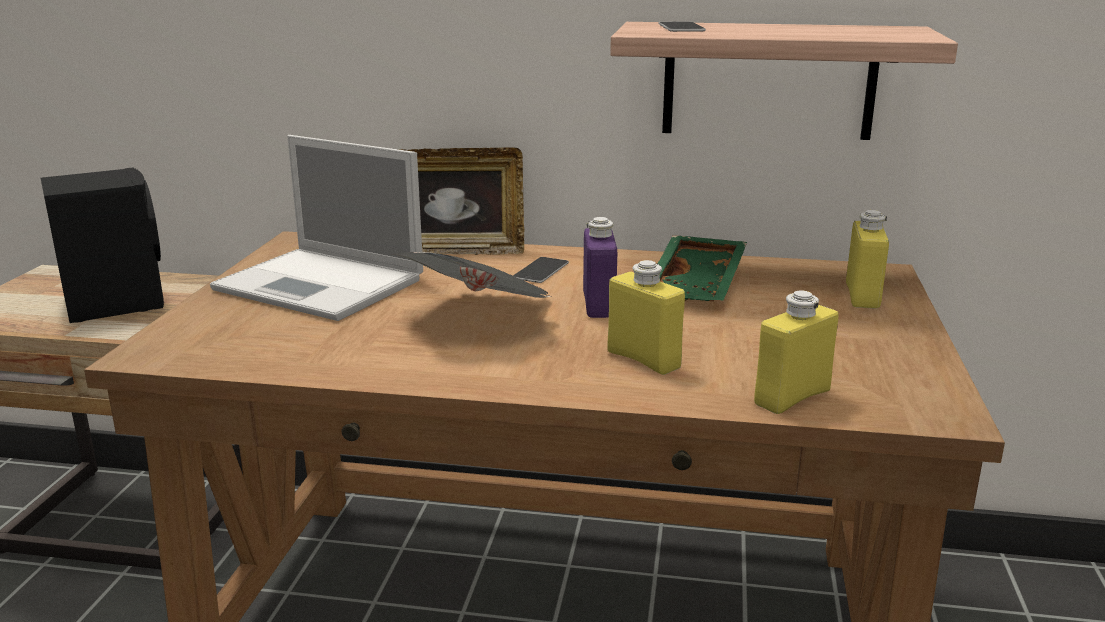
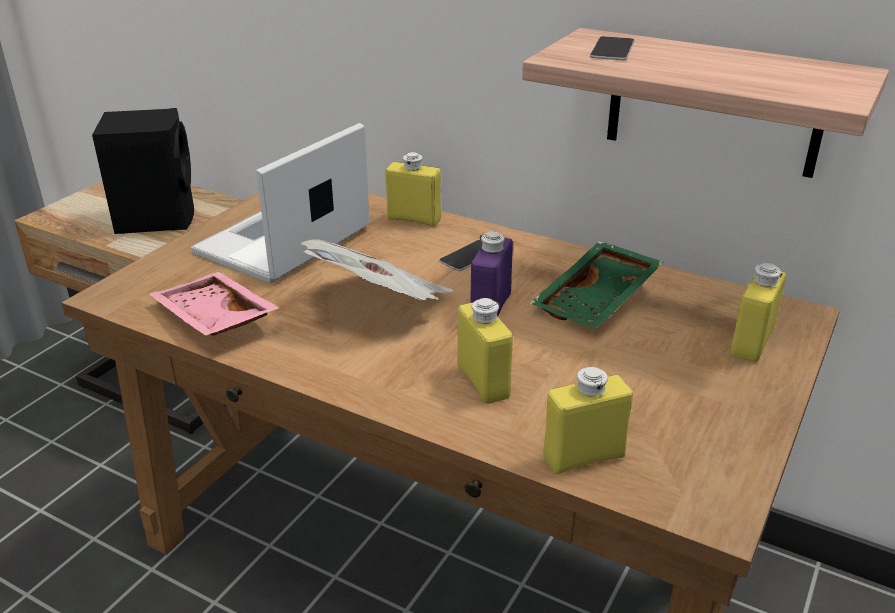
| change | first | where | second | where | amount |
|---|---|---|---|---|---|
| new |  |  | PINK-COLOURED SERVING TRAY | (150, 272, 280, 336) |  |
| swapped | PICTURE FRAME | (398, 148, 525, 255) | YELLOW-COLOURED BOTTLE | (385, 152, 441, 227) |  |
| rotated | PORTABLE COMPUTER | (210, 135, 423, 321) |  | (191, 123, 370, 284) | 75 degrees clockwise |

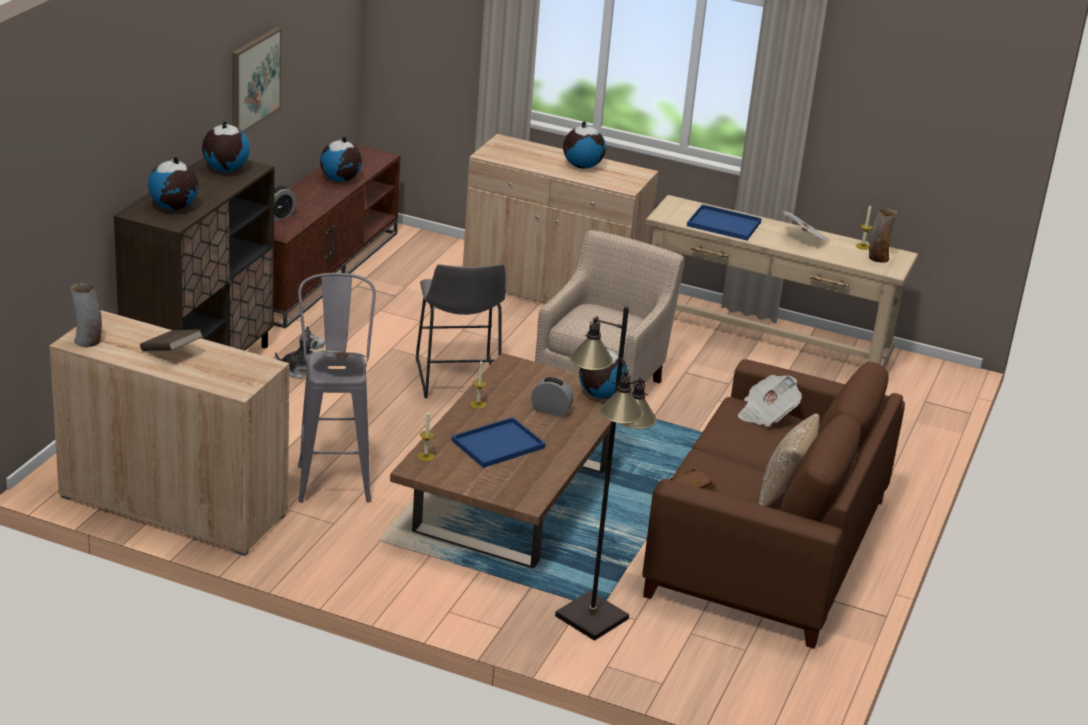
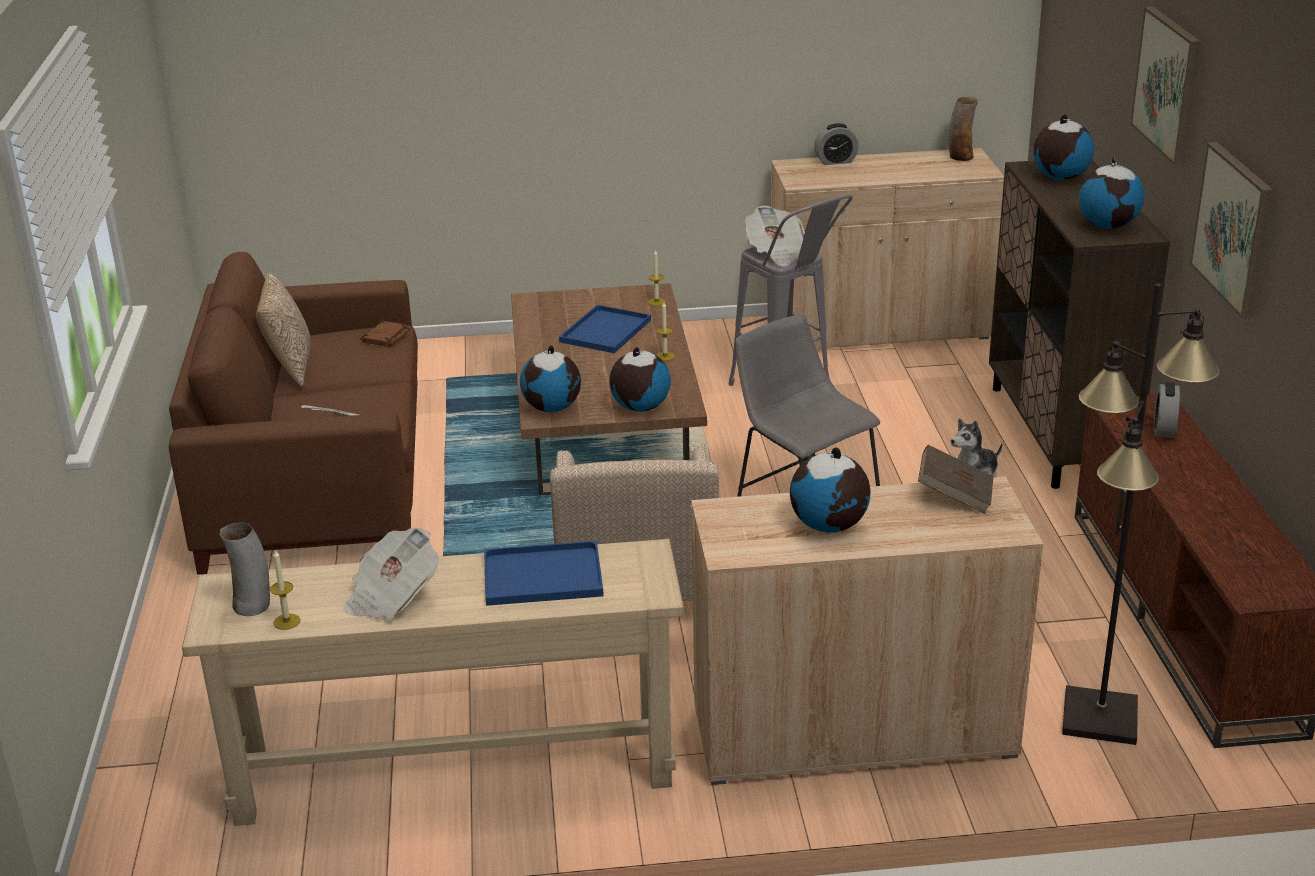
| change | first | where | second | where | amount |
|---|---|---|---|---|---|
| new |  |  | WALL ART | (1131, 7, 1201, 166) |  |
| shifted | BROWN VOLUME | (140, 329, 203, 351) |  | (918, 445, 994, 513) |  |
| shifted | WORLD GLOBE | (320, 136, 362, 182) |  | (609, 347, 671, 412) |  |
| shifted | ALARM CLOCK | (531, 377, 573, 417) |  | (814, 123, 859, 165) |  |
| shifted | BLACKISH STANDARD LAMP | (555, 306, 657, 641) |  | (1062, 283, 1220, 745) |  |

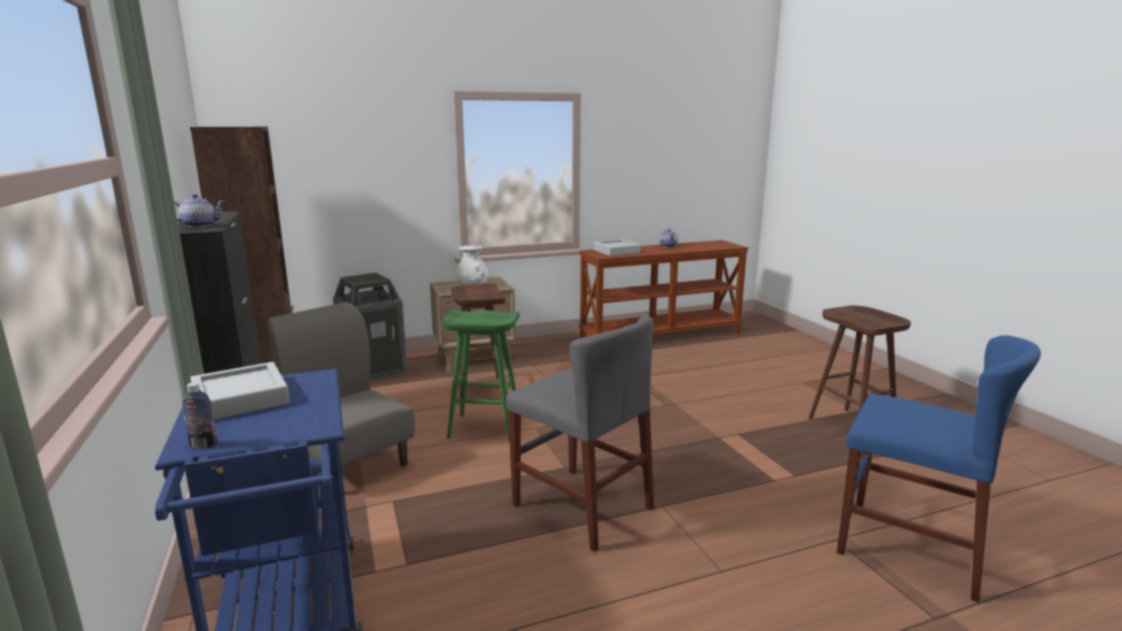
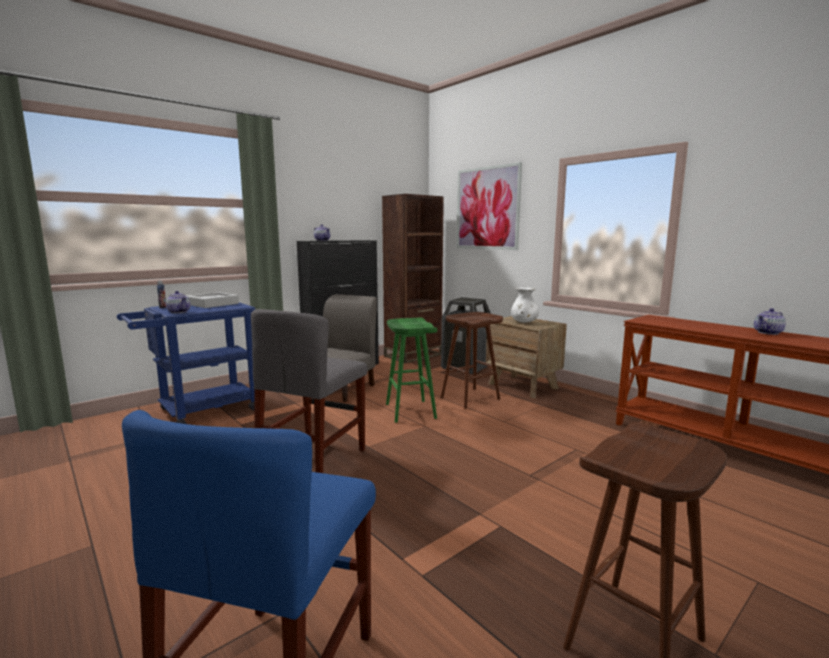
| change | first | where | second | where | amount |
|---|---|---|---|---|---|
| gone | GREYISH SERVING TRAY | (593, 239, 641, 256) |  |  |  |
| new |  |  | TEAPOT | (166, 291, 191, 313) |  |
| new |  |  | WALL ART | (457, 162, 522, 250) |  |

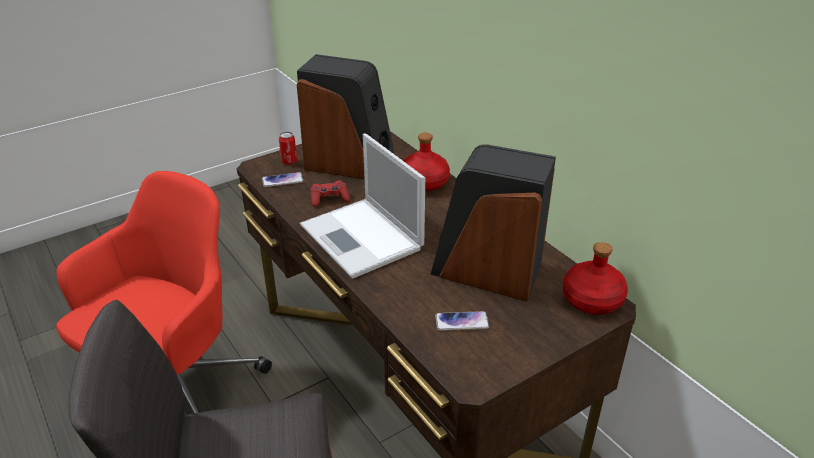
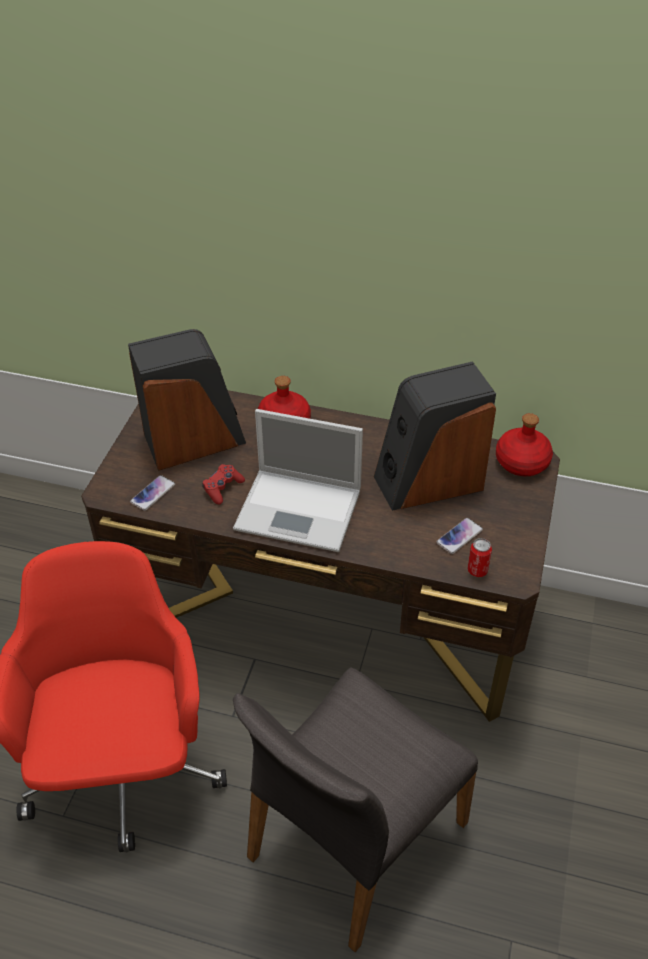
| change | first | where | second | where | amount |
|---|---|---|---|---|---|
| shifted | CAN | (279, 132, 297, 165) |  | (467, 538, 492, 577) |  |

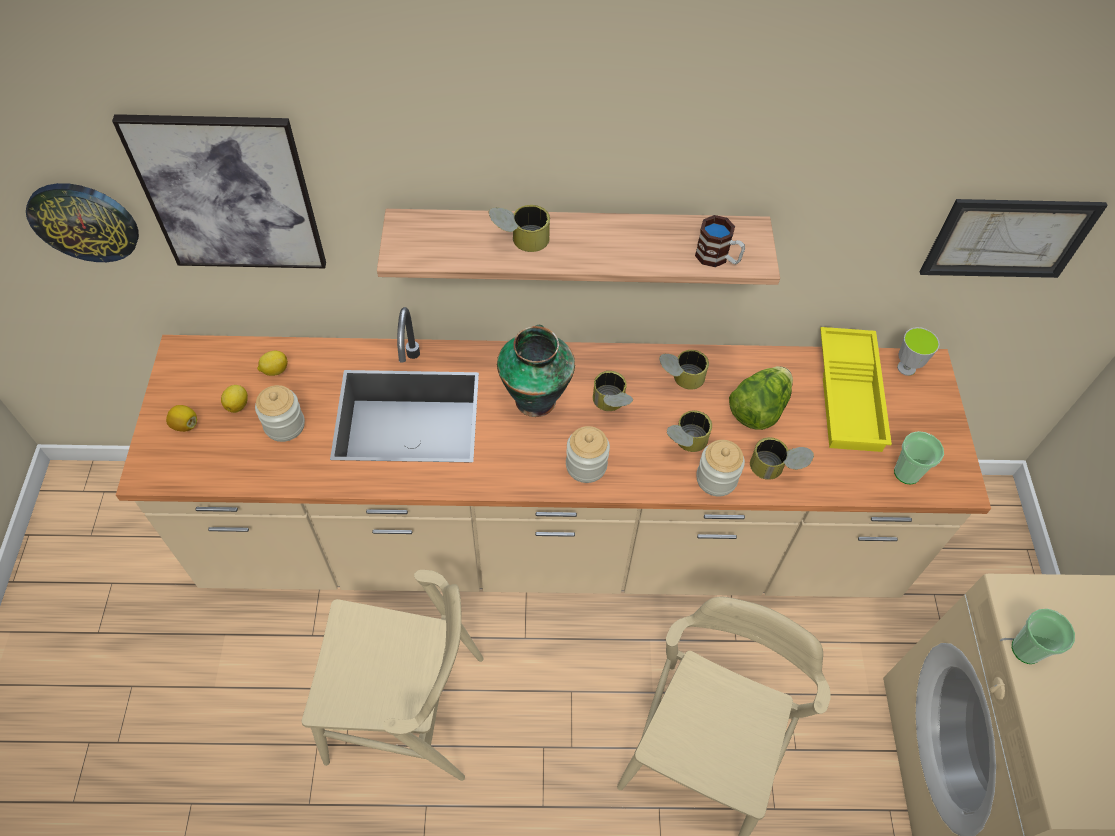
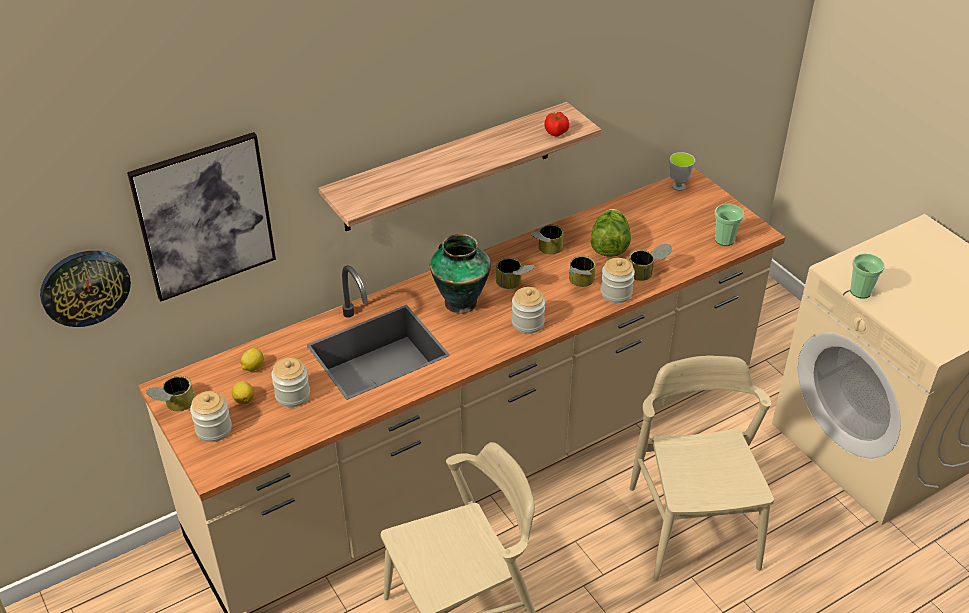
| change | first | where | second | where | amount |
|---|---|---|---|---|---|
| gone | YELLOW-COLOURED SERVING TRAY | (820, 327, 892, 452) |  |  |  |
| gone | WALL ART | (920, 199, 1108, 278) |  |  |  |
| shifted | CAN | (489, 205, 550, 252) |  | (146, 376, 195, 411) |  |
| swapped | LEMON | (166, 405, 197, 432) | PRESERVE JAR | (190, 391, 232, 442) |  |
| swapped | COFFEE MUG | (695, 215, 745, 267) | WHOLE TOMATO | (544, 112, 569, 137) |  |

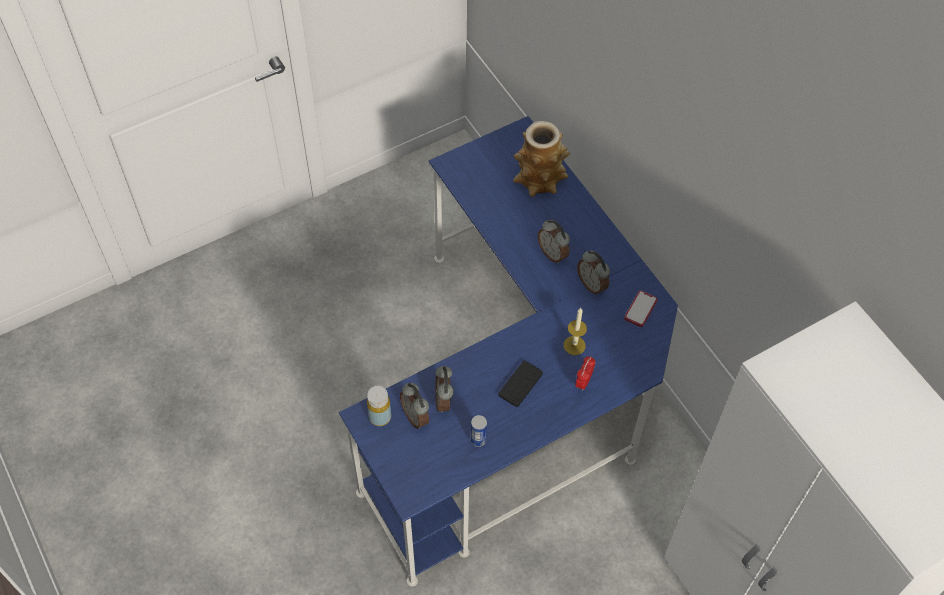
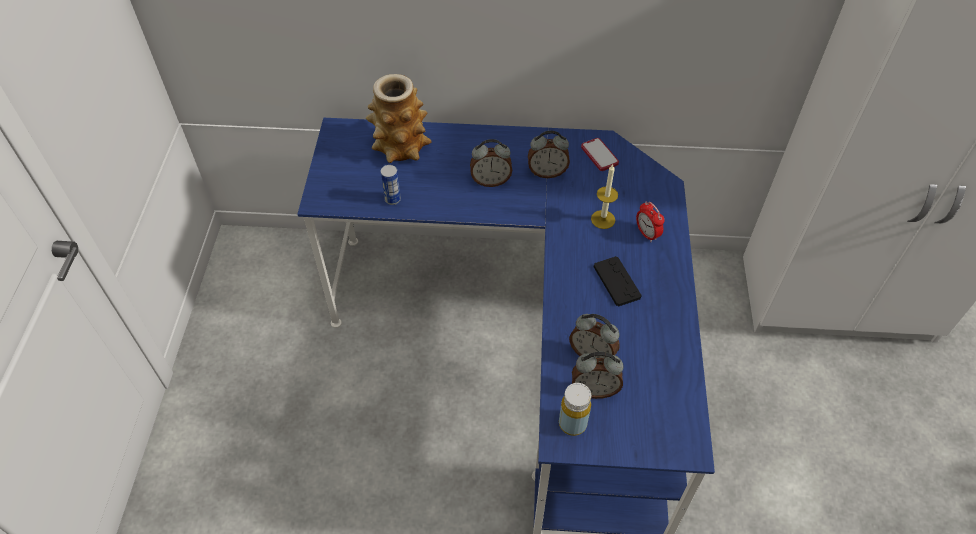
| change | first | where | second | where | amount |
|---|---|---|---|---|---|
| shifted | CAN | (471, 415, 487, 447) |  | (381, 165, 401, 205) |  |

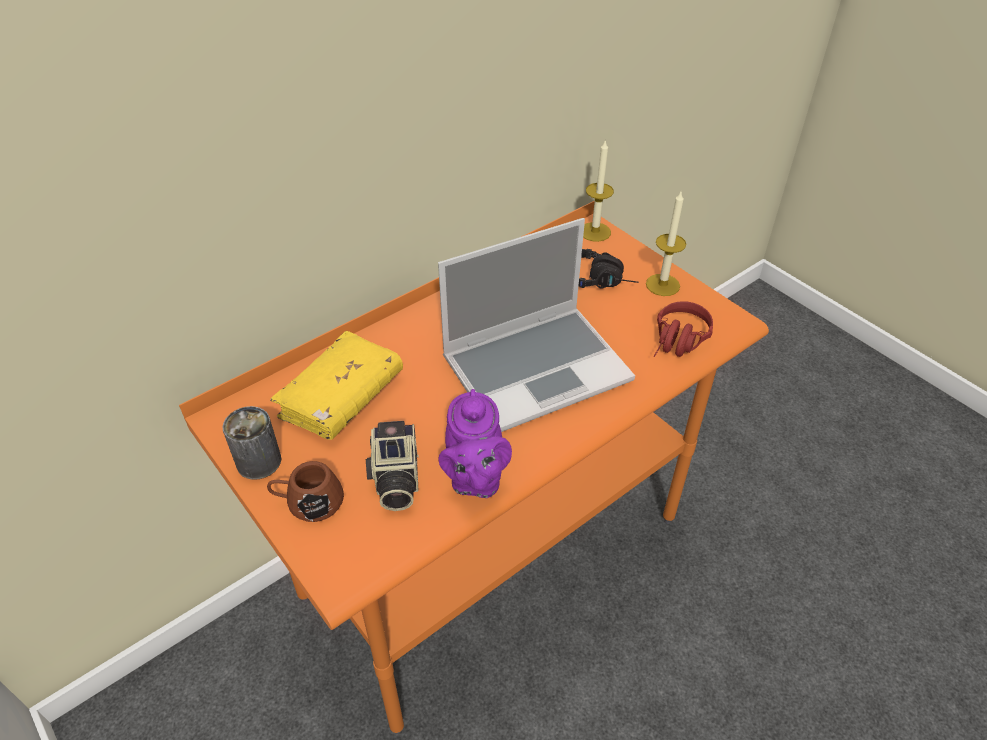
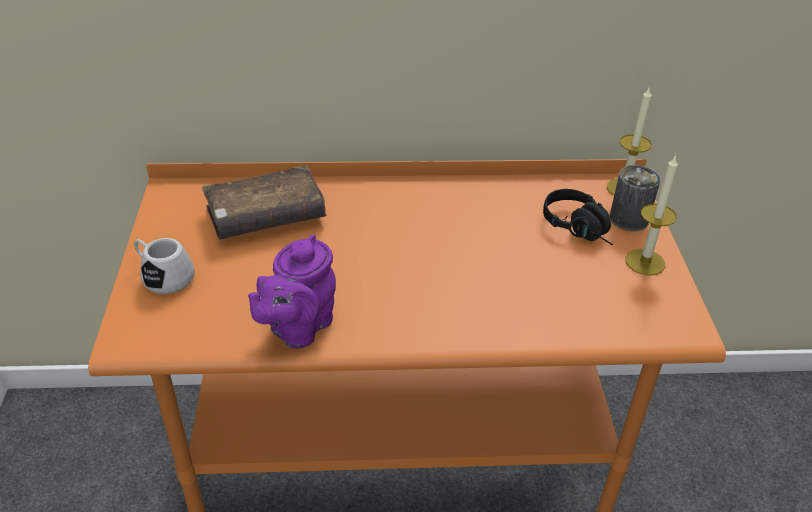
| change | first | where | second | where | amount |
|---|---|---|---|---|---|
| gone | STILL CAMERA | (366, 421, 419, 511) |  |  |  |
| gone | PORTABLE COMPUTER | (438, 218, 635, 432) |  |  |  |
| gone | REDDISH PAIR OF HEADPHONES | (654, 301, 713, 357) |  |  |  |
| shifted | CAN | (223, 406, 281, 480) |  | (609, 165, 660, 231) |  |
| repainted | BROWN COFFEE MUG | (267, 461, 344, 522) | WHITISH COFFEE MUG | (134, 238, 195, 294) |  |
| repainted | YELLOW-COLOURED VOLUME | (270, 331, 403, 440) | BROWN VOLUME | (202, 165, 326, 240) |  |

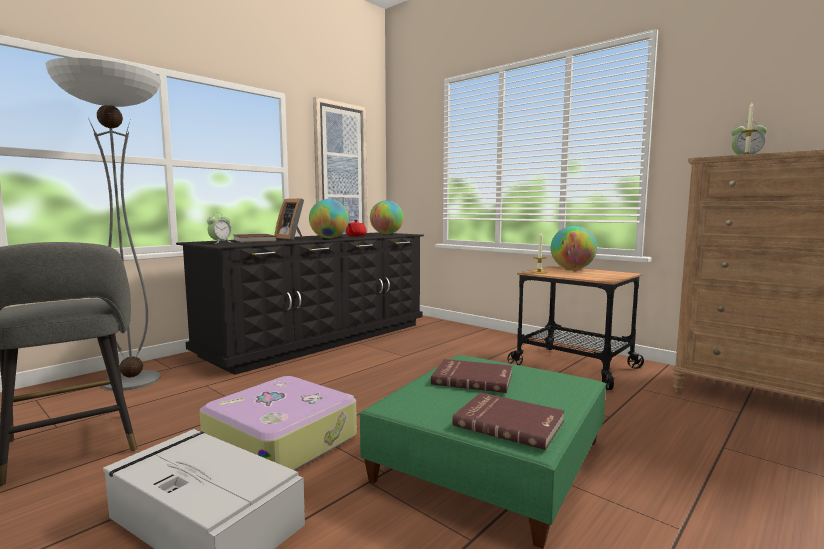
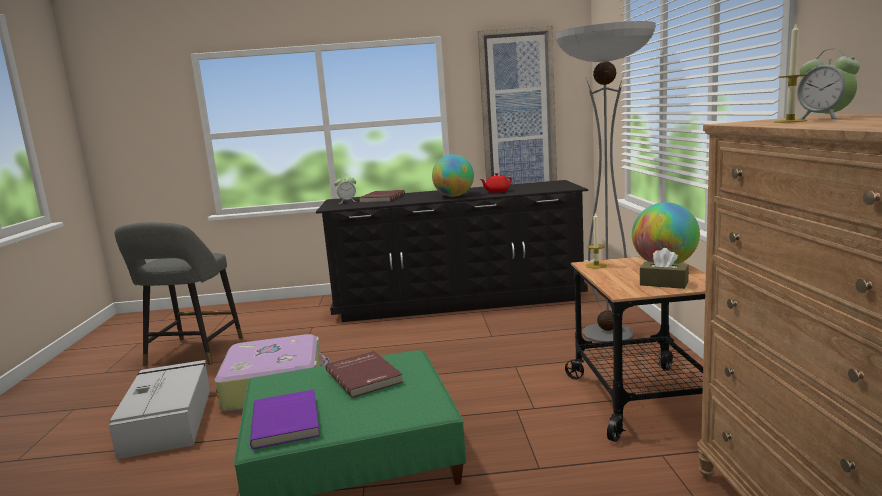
| change | first | where | second | where | amount |
|---|---|---|---|---|---|
| gone | PICTURE FRAME | (275, 199, 304, 240) |  |  |  |
| gone | WORLD GLOBE | (370, 200, 403, 234) |  |  |  |
| new |  |  | BROWN TISSUE HOLDER | (640, 248, 689, 289) |  |
| shifted | STANDARD LAMP | (45, 58, 161, 391) |  | (555, 21, 656, 343) |  |
| repainted | REDDISH VOLUME | (452, 392, 565, 450) | PURPLE-COLOURED VOLUME | (250, 389, 320, 449) |  |

